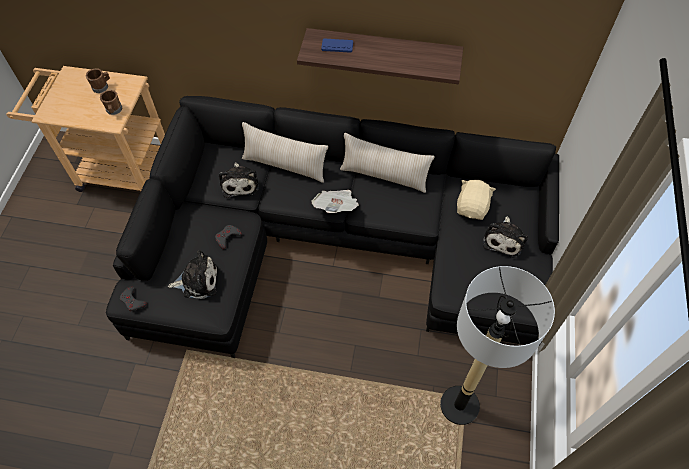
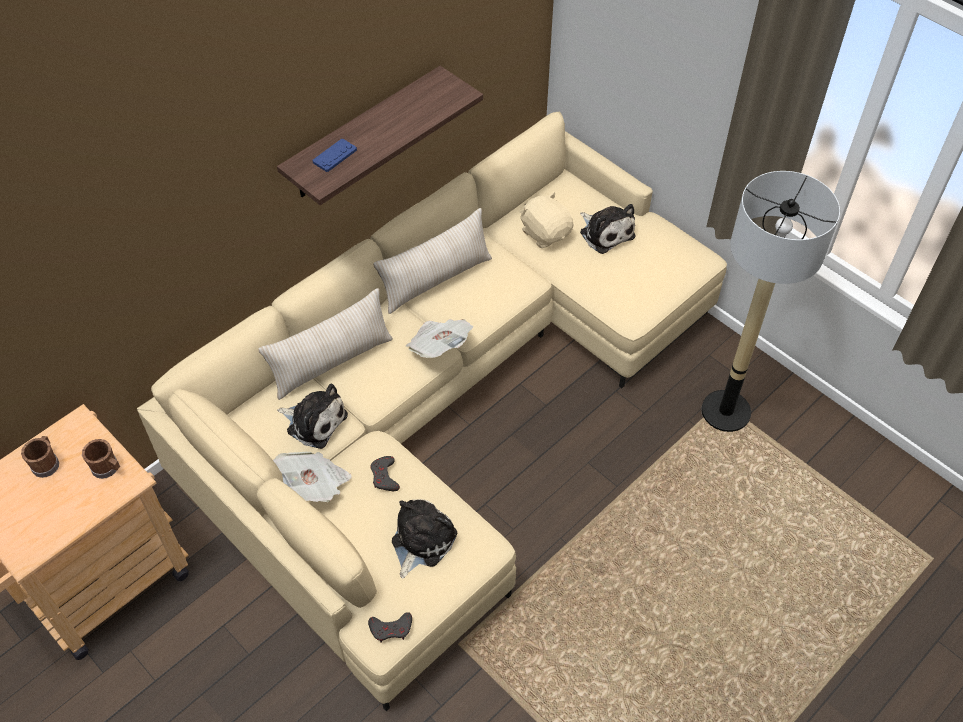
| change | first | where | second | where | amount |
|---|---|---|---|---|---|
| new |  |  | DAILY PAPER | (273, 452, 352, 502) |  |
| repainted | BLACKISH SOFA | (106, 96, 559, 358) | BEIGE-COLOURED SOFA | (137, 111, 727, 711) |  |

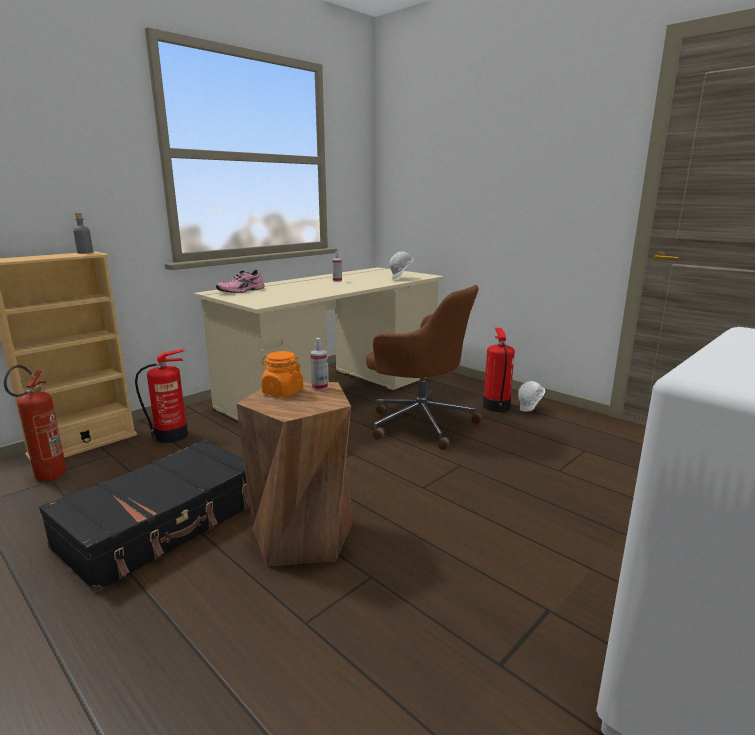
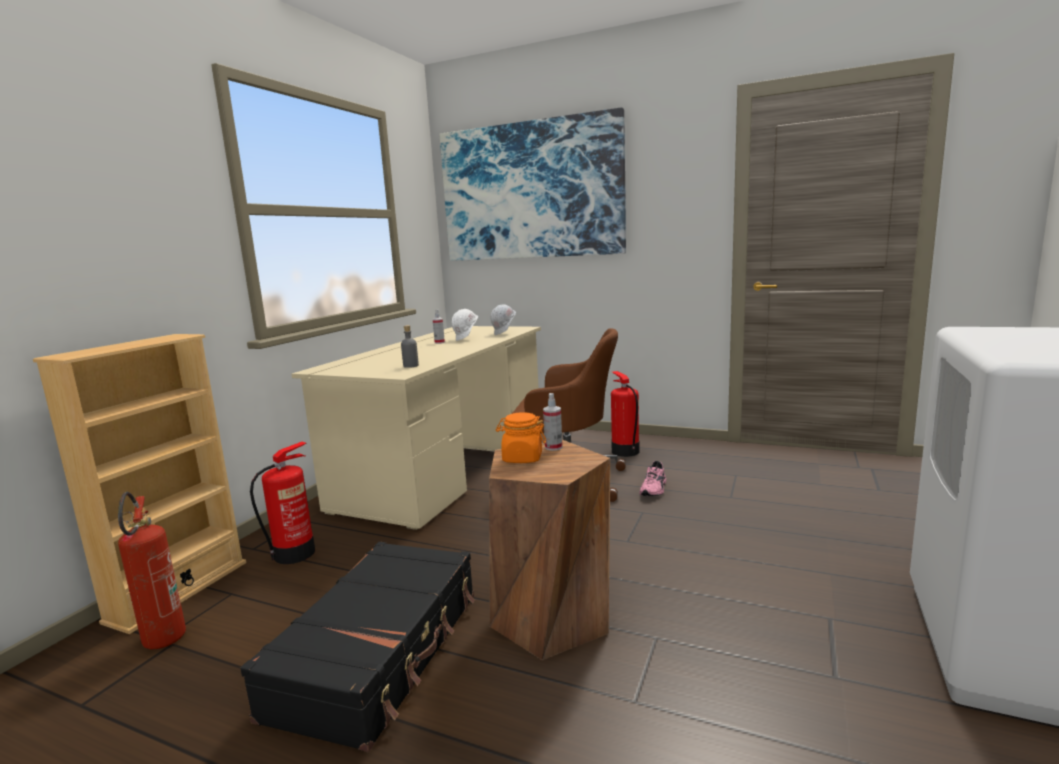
| change | first | where | second | where | amount |
|---|---|---|---|---|---|
| new |  |  | WALL ART | (439, 107, 626, 261) |  |
| shifted | GREYISH BOTTLE | (73, 213, 93, 254) |  | (401, 325, 419, 368) |  |
| shifted | PINK-COLOURED ITEM OF FOOTWEAR | (216, 270, 265, 293) |  | (639, 461, 666, 496) |  |
| shifted | WHITISH WORK HELMET | (518, 381, 545, 421) |  | (452, 309, 478, 341) |  |

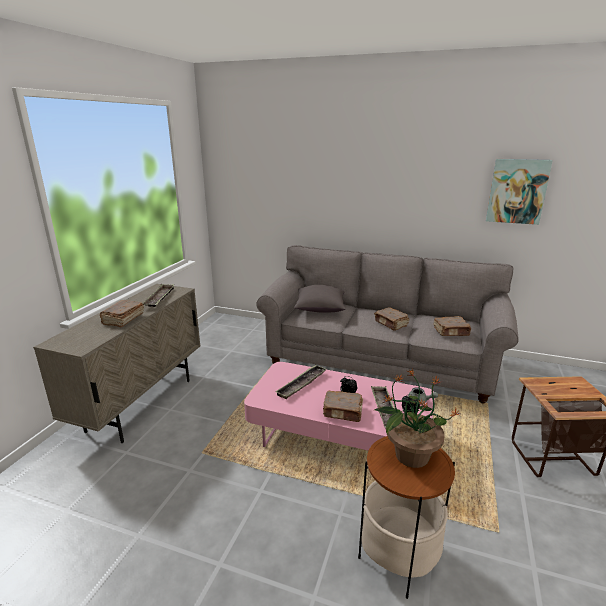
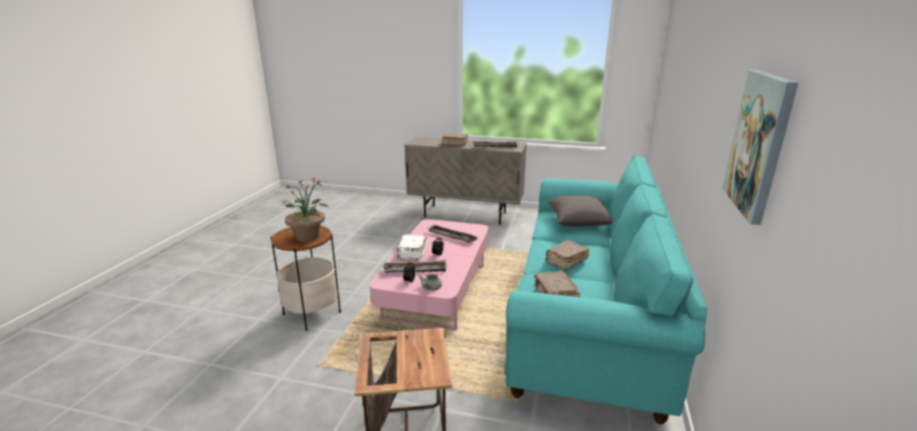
| change | first | where | second | where | amount |
|---|---|---|---|---|---|
| repainted | GREYISH SOFA | (256, 245, 519, 404) | TURQUOISE SOFA | (505, 156, 708, 424) |  |
| repainted | BROWN VOLUME | (323, 391, 363, 422) | WHITISH VOLUME | (397, 235, 427, 260) |  |

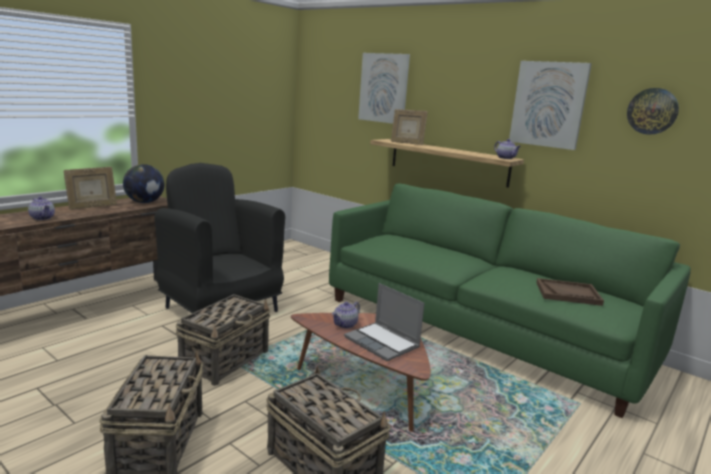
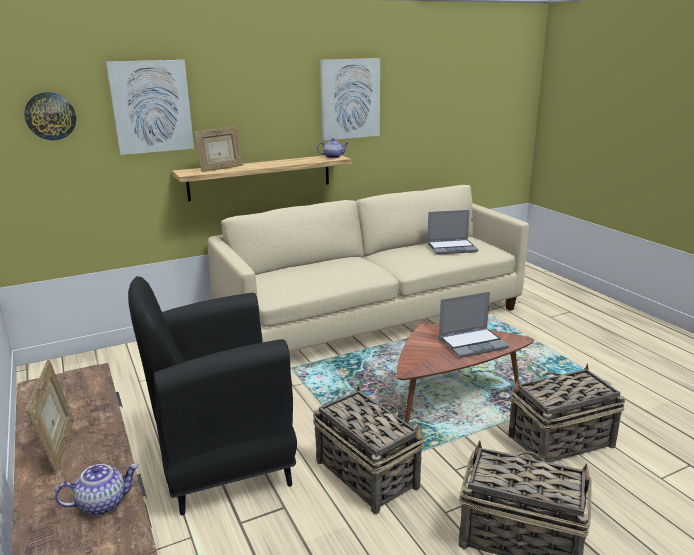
| change | first | where | second | where | amount |
|---|---|---|---|---|---|
| gone | WORLD GLOBE | (123, 164, 164, 203) |  |  |  |
| gone | TEAPOT | (332, 302, 360, 328) |  |  |  |
| shifted | WALL CLOCK | (627, 88, 679, 135) |  | (24, 92, 76, 140) |  |
| swapped | BROWN SERVING TRAY | (536, 278, 604, 306) | PORTABLE COMPUTER | (427, 210, 478, 255) |  |
| repainted | GREEN SOFA | (329, 184, 691, 418) | BEIGE-COLOURED SOFA | (207, 185, 529, 352) |  |

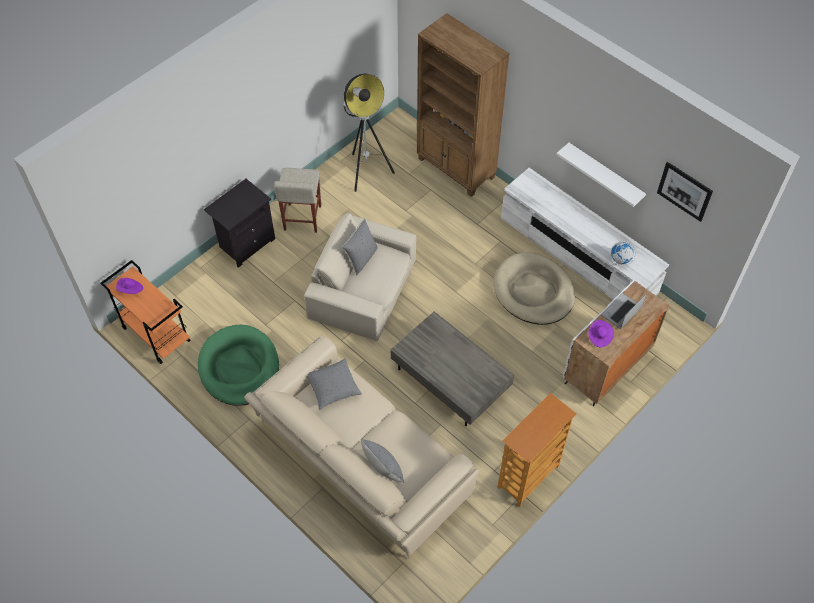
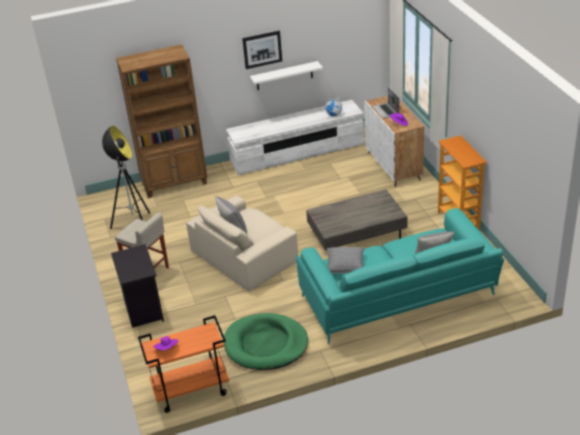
| change | first | where | second | where | amount |
|---|---|---|---|---|---|
| gone | BEIGE-COLOURED PET BED | (493, 252, 575, 325) |  |  |  |
| shifted | WALL ART | (657, 162, 713, 222) |  | (242, 30, 282, 69) |  |
| repainted | BEIGE-COLOURED SOFA | (244, 336, 479, 559) | TURQUOISE SOFA | (296, 208, 504, 344) |  |

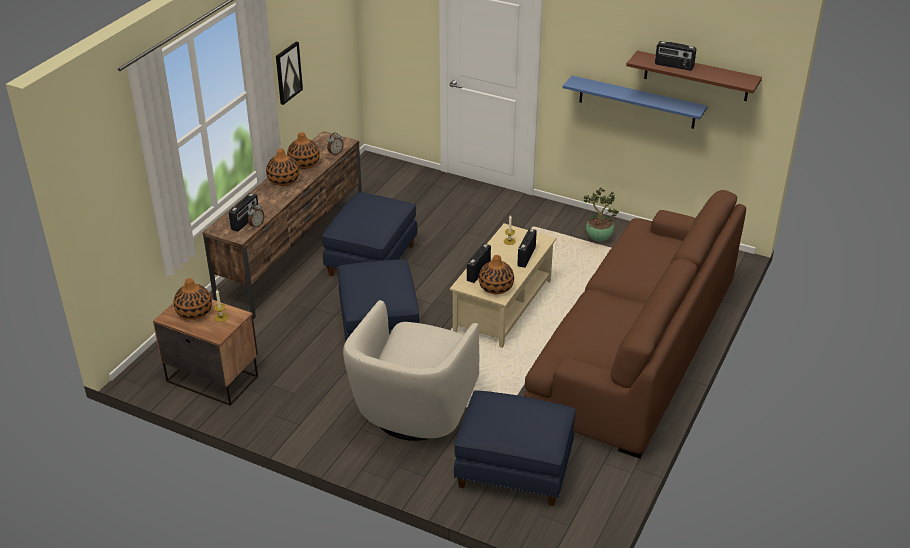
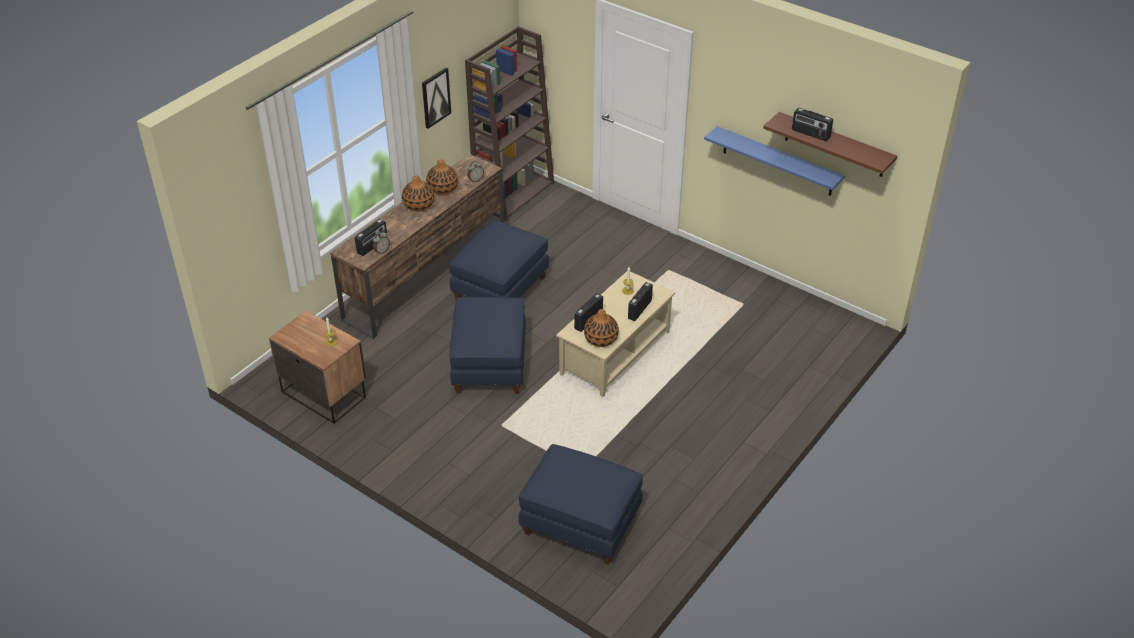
| change | first | where | second | where | amount |
|---|---|---|---|---|---|
| gone | VASE | (174, 278, 212, 320) |  |  |  |
| gone | BEIGE-COLOURED LOUNGE CHAIR | (343, 300, 479, 441) |  |  |  |
| gone | BROWN SOFA | (524, 190, 746, 459) |  |  |  |
| gone | PLANT IN A POT | (584, 187, 619, 241) |  |  |  |
| new |  |  | BROWN BOOKCASE | (465, 26, 554, 221) |  |

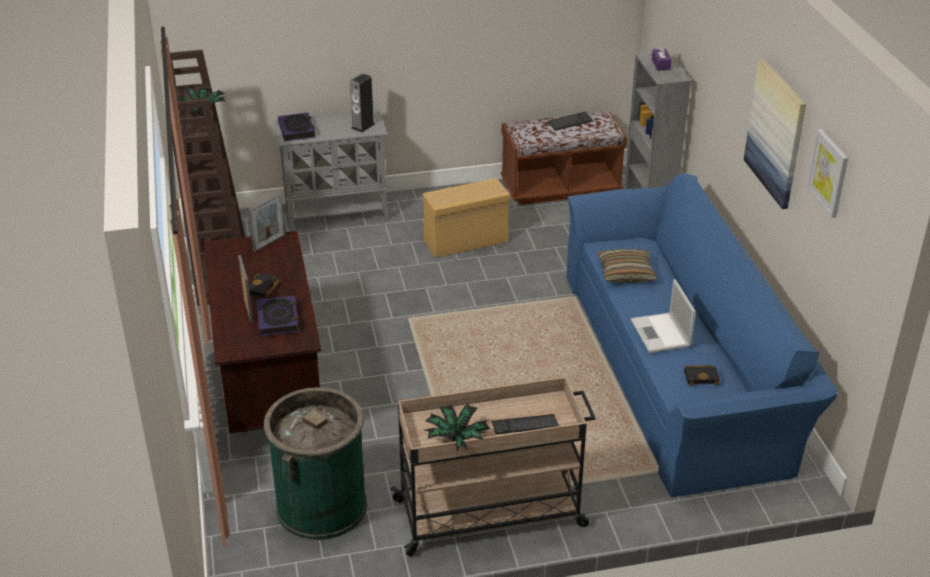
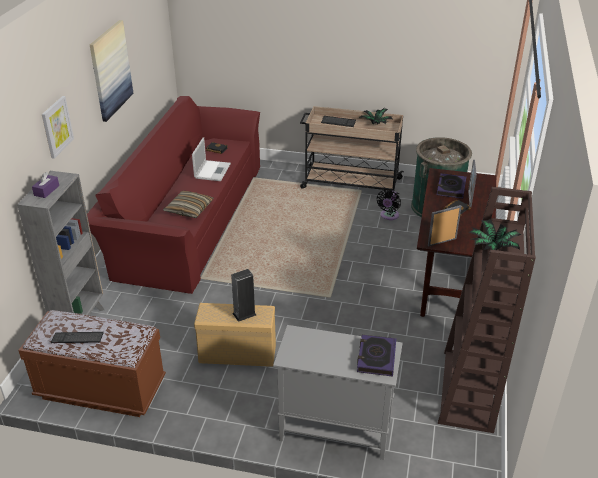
| change | first | where | second | where | amount |
|---|---|---|---|---|---|
| new |  |  | BLACKISH FAN | (377, 190, 401, 220) |  |
| shifted | SPEAKER | (350, 74, 375, 132) |  | (231, 269, 256, 322) |  |
| shifted | WALL ART | (806, 129, 848, 218) |  | (42, 96, 74, 159) |  |
| repainted | BLUISH SOFA | (566, 173, 837, 498) | REDDISH SOFA | (87, 96, 260, 294) |  |

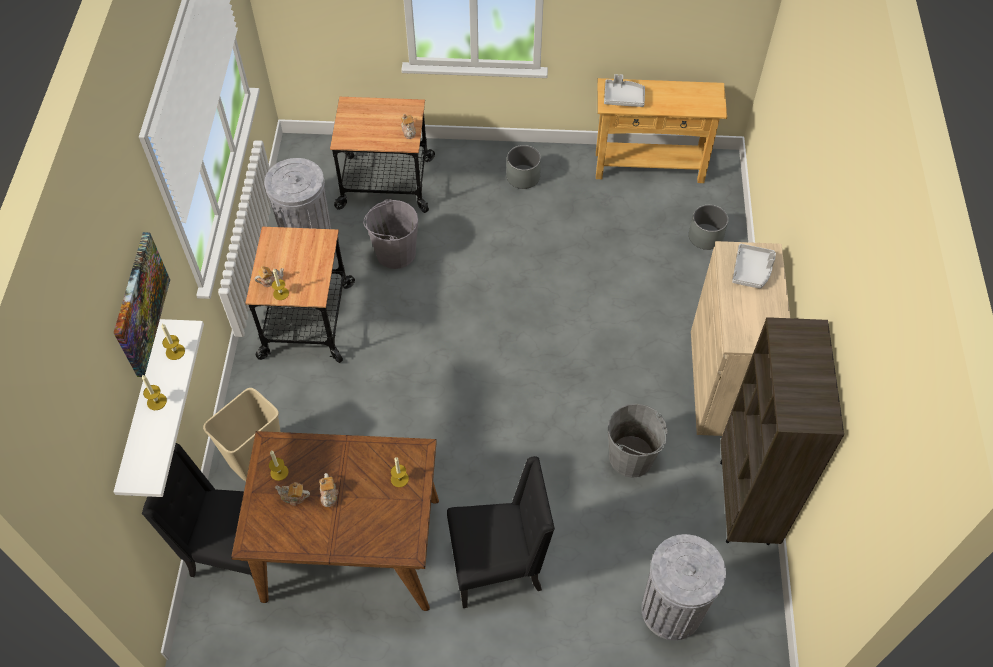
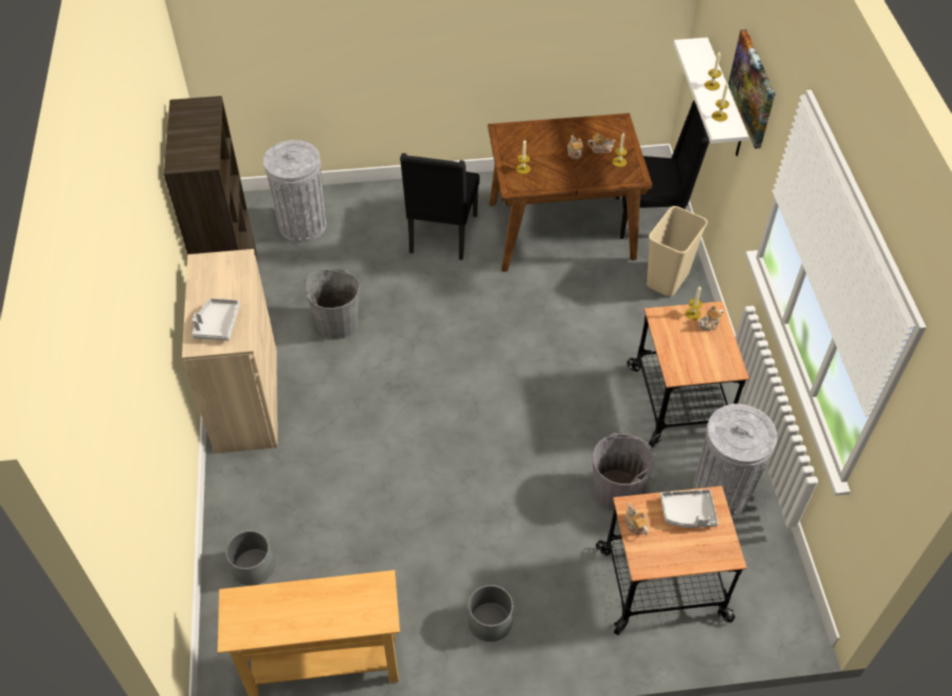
| change | first | where | second | where | amount |
|---|---|---|---|---|---|
| shifted | GREYISH SERVING TRAY | (604, 74, 645, 107) |  | (660, 489, 719, 528) |  |
| rotated | BLACKISH CHAIR | (447, 456, 555, 608) |  | (400, 153, 479, 260) | 60 degrees counterclockwise |

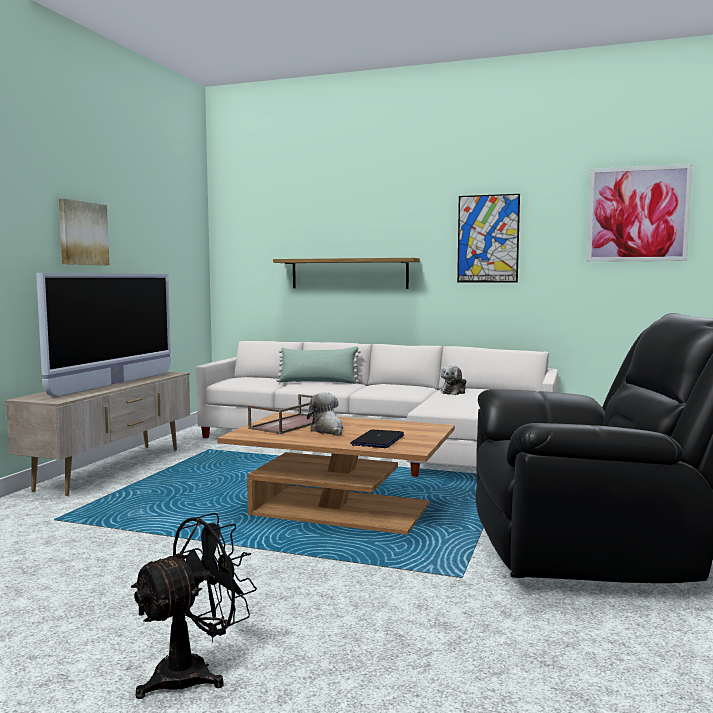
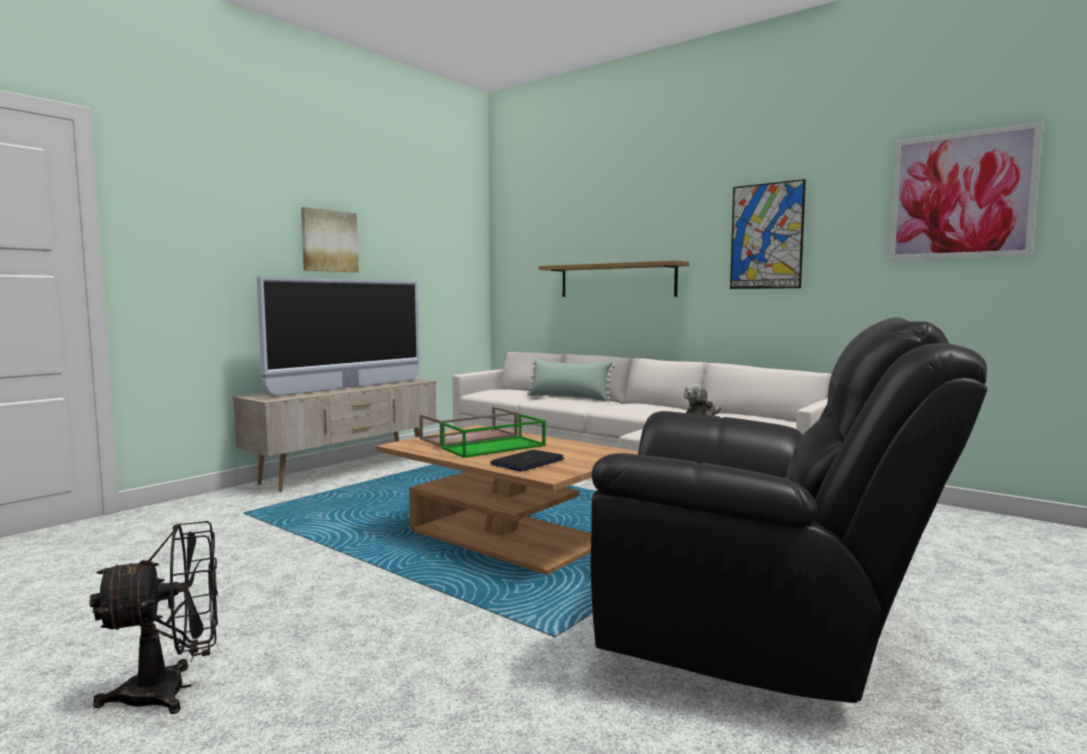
| change | first | where | second | where | amount |
|---|---|---|---|---|---|
| swapped | PLUSH TOY | (307, 392, 343, 436) | GREEN SERVING TRAY | (441, 414, 546, 458) |  |

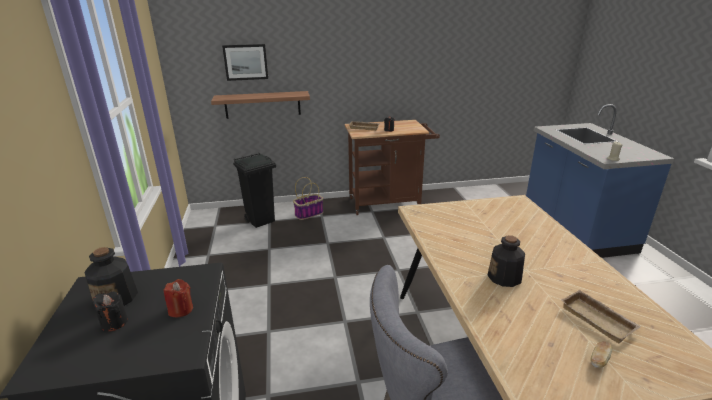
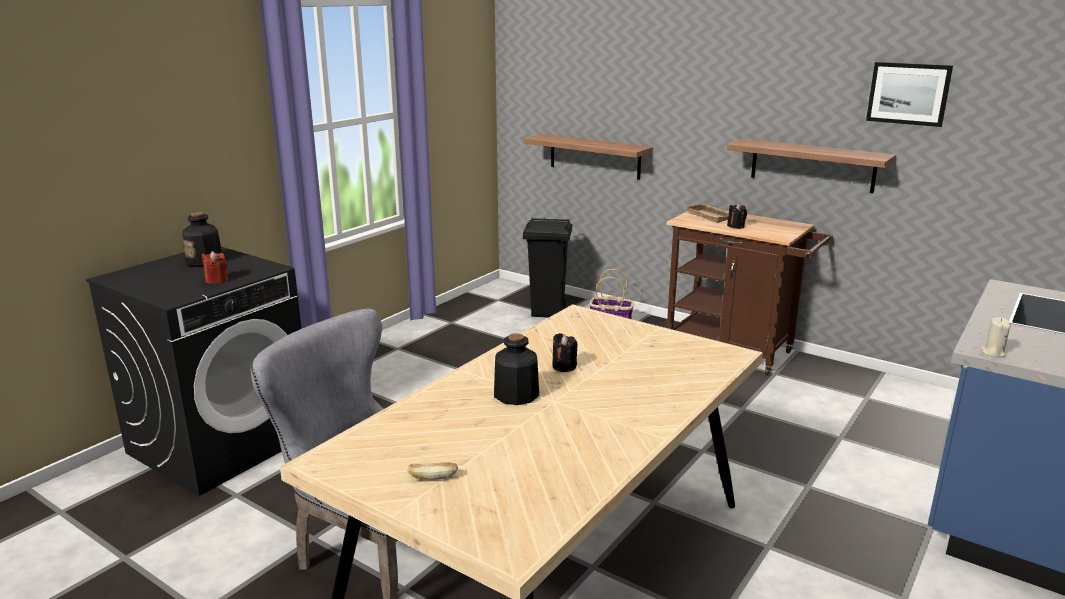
| change | first | where | second | where | amount |
|---|---|---|---|---|---|
| gone | BEIGE-COLOURED SERVING TRAY | (561, 290, 641, 343) |  |  |  |
| new |  |  | BRACKET SHELF | (727, 139, 896, 193) |  |
| shifted | BLACKISH WAX LIGHT | (92, 292, 128, 331) |  | (552, 333, 578, 372) |  |
| shifted | WALL ART | (222, 44, 268, 81) |  | (866, 62, 953, 127) |  |

